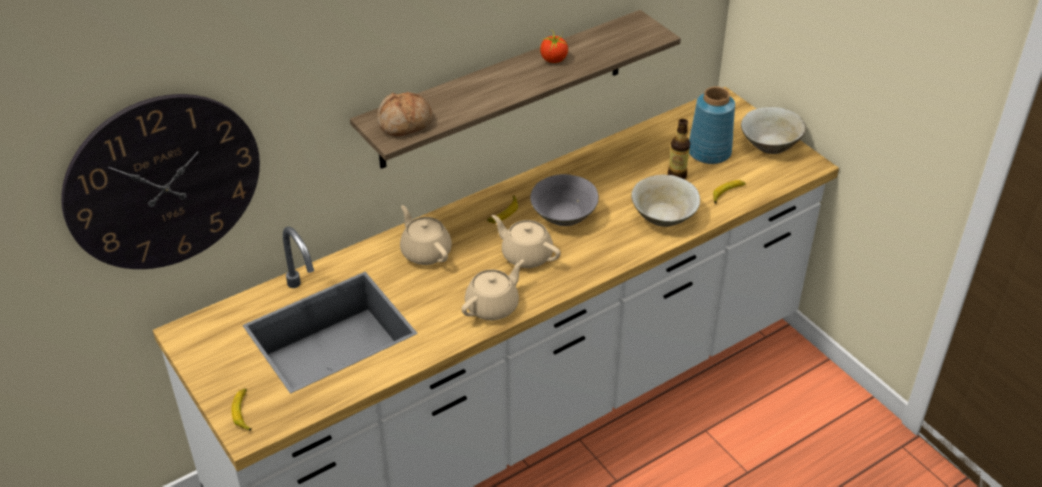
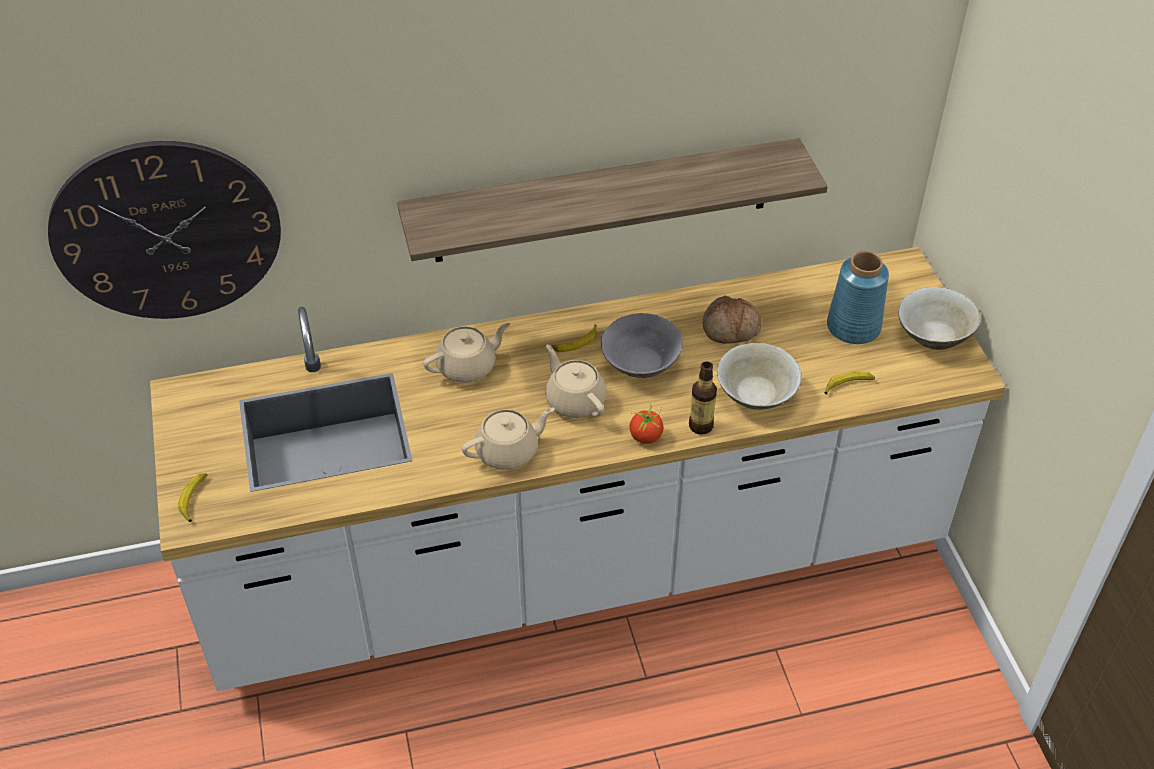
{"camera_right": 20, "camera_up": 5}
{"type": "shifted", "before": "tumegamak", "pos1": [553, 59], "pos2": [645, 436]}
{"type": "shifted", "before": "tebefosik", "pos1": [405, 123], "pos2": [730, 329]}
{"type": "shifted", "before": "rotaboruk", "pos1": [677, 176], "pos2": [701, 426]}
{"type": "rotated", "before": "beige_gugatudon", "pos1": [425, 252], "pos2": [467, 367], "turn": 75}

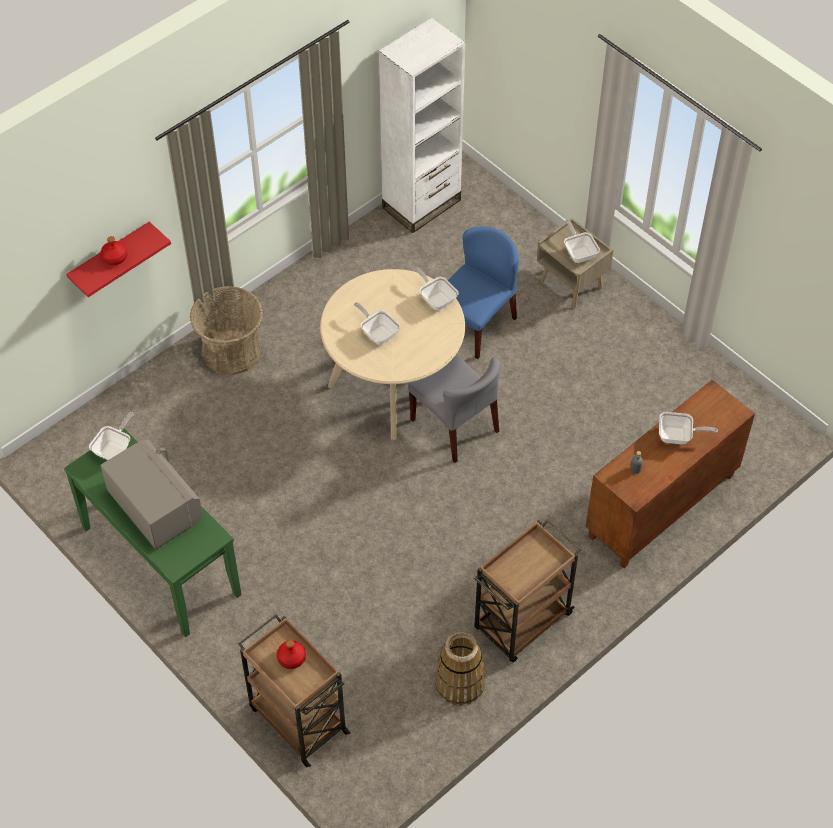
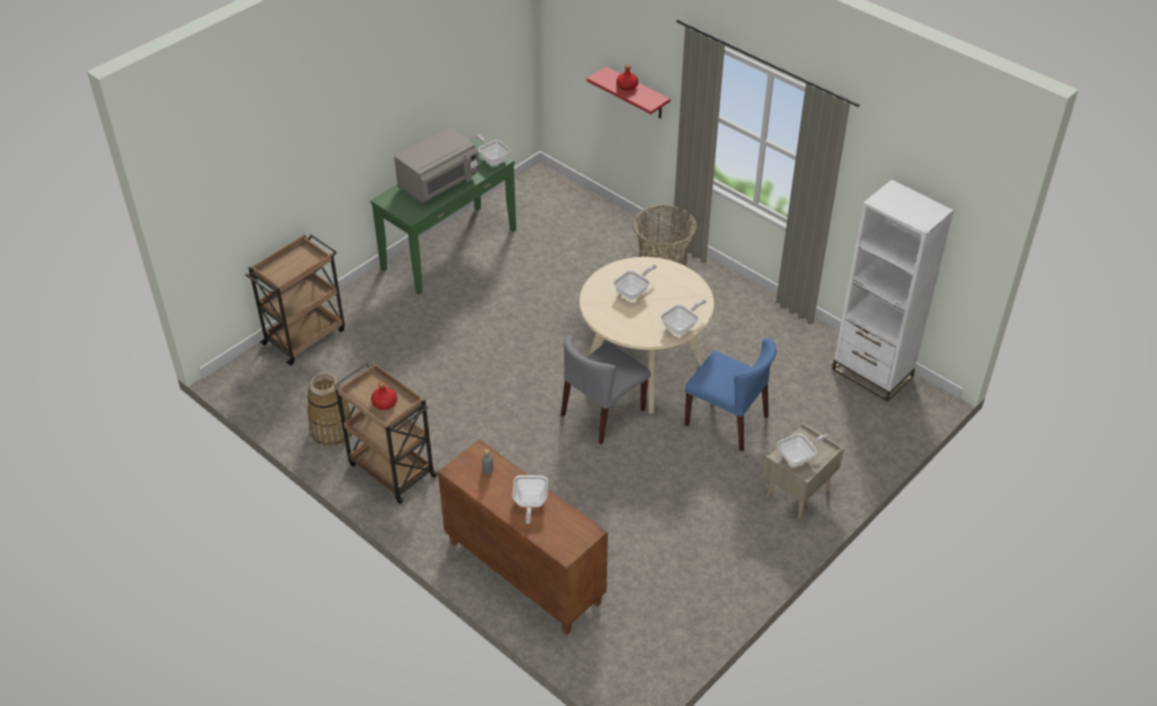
{"camera_right": 85, "camera_up": -10}
{"type": "rotated", "before": "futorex", "pos1": [115, 449], "pos2": [493, 158], "turn": -150}
{"type": "shifted", "before": "red_rotaboruk", "pos1": [291, 658], "pos2": [384, 403]}

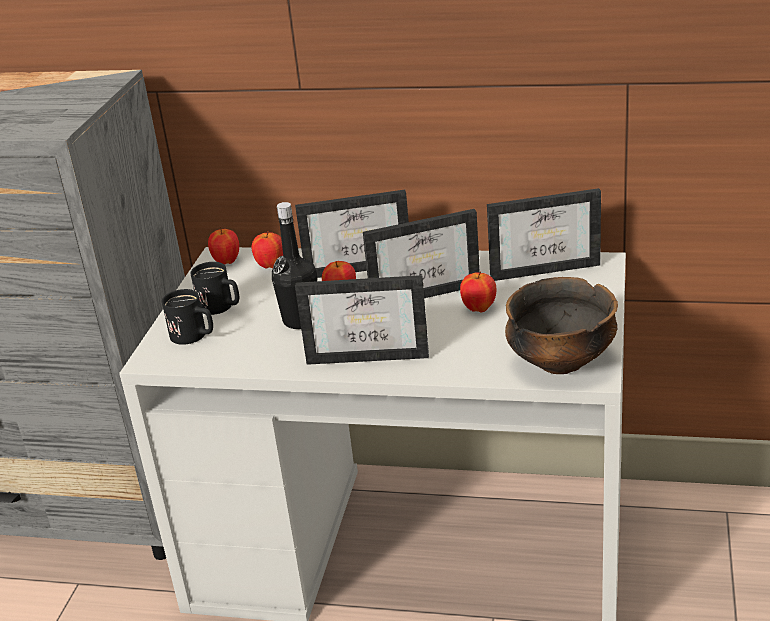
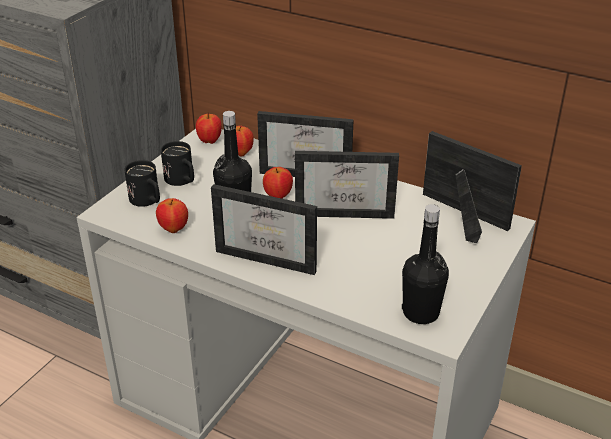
{"camera_right": 15, "camera_up": 5}
{"type": "rotated", "before": "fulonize", "pos1": [544, 266], "pos2": [458, 215], "turn": -150}
{"type": "shifted", "before": "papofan", "pos1": [479, 309], "pos2": [173, 229]}
{"type": "swapped", "before": "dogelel", "after": "black_rotaboruk", "pos1": [560, 362], "pos2": [420, 313]}

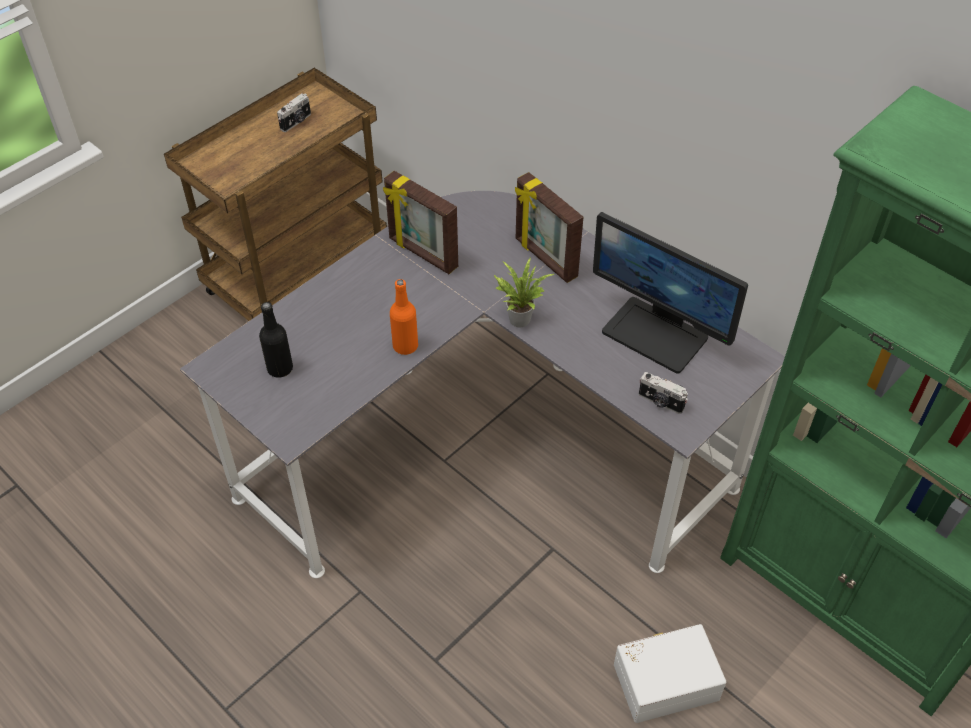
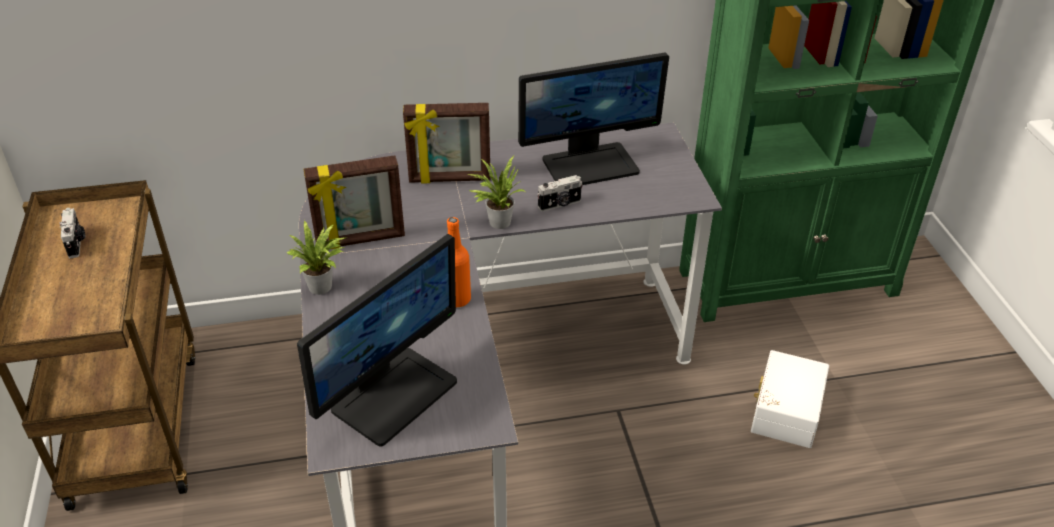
{"camera_right": -55, "camera_up": -10}
{"type": "swapped", "before": "black_rotaboruk", "after": "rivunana", "pos1": [280, 368], "pos2": [393, 394]}
{"type": "shifted", "before": "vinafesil", "pos1": [660, 402], "pos2": [560, 204]}
{"type": "new", "after": "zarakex", "pos2": [323, 287]}

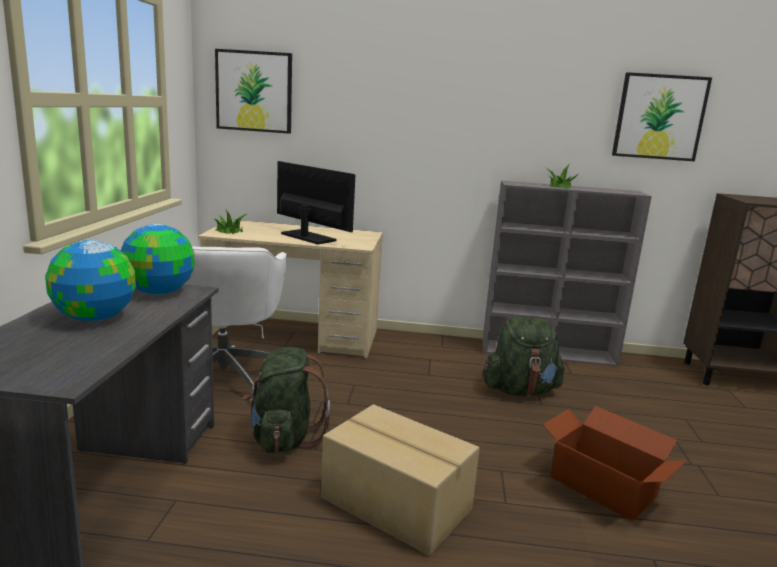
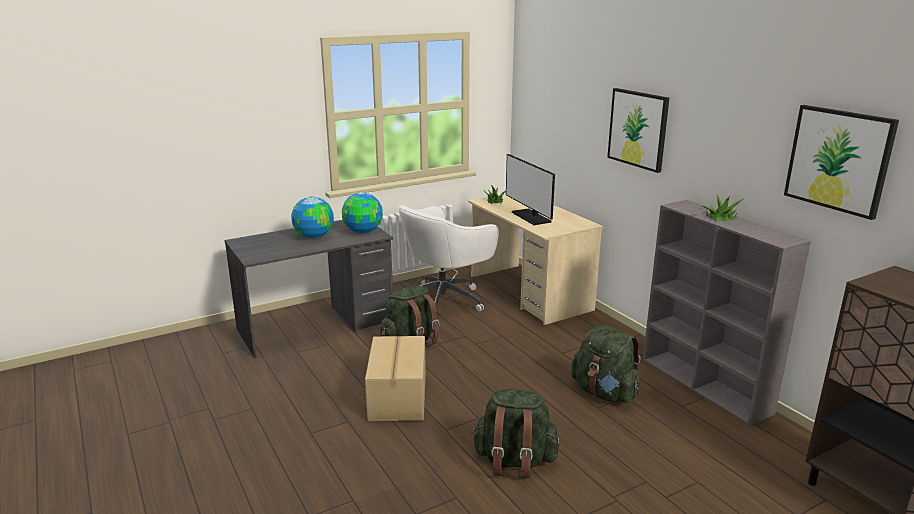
{"camera_right": 55, "camera_up": 5}
{"type": "shifted", "before": "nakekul", "pos1": [254, 91], "pos2": [638, 129]}
{"type": "rotated", "before": "rivunana", "pos1": [308, 237], "pos2": [531, 217], "turn": 150}
{"type": "swapped", "before": "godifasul", "after": "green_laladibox", "pos1": [603, 488], "pos2": [514, 461]}

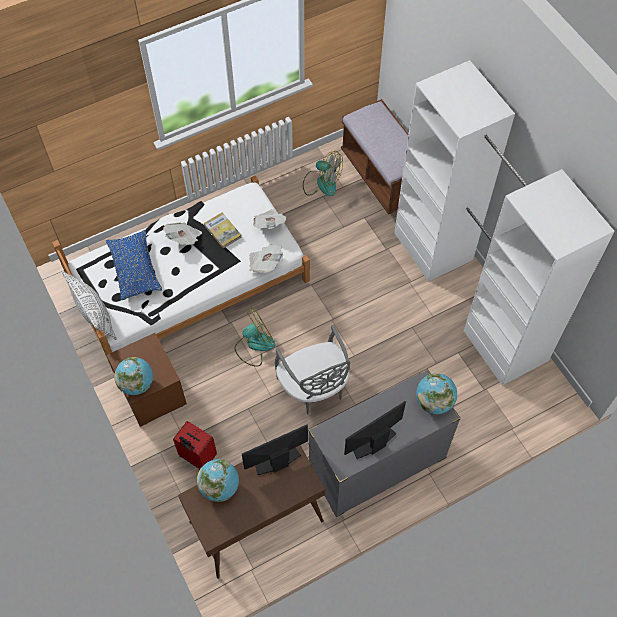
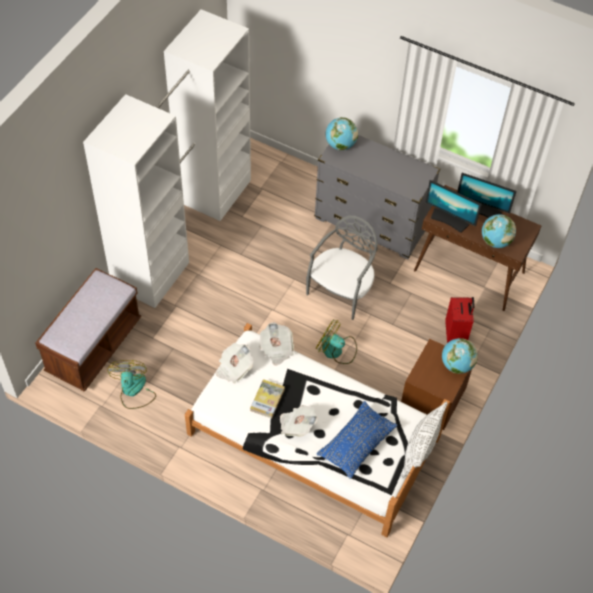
{"camera_right": -125, "camera_up": -5}
{"type": "shifted", "before": "rivunana", "pos1": [373, 442], "pos2": [481, 209]}

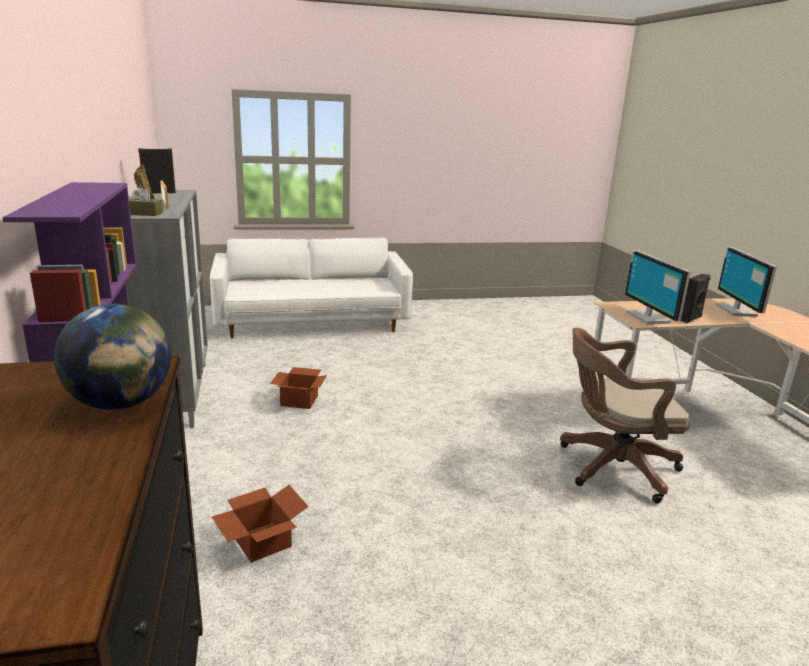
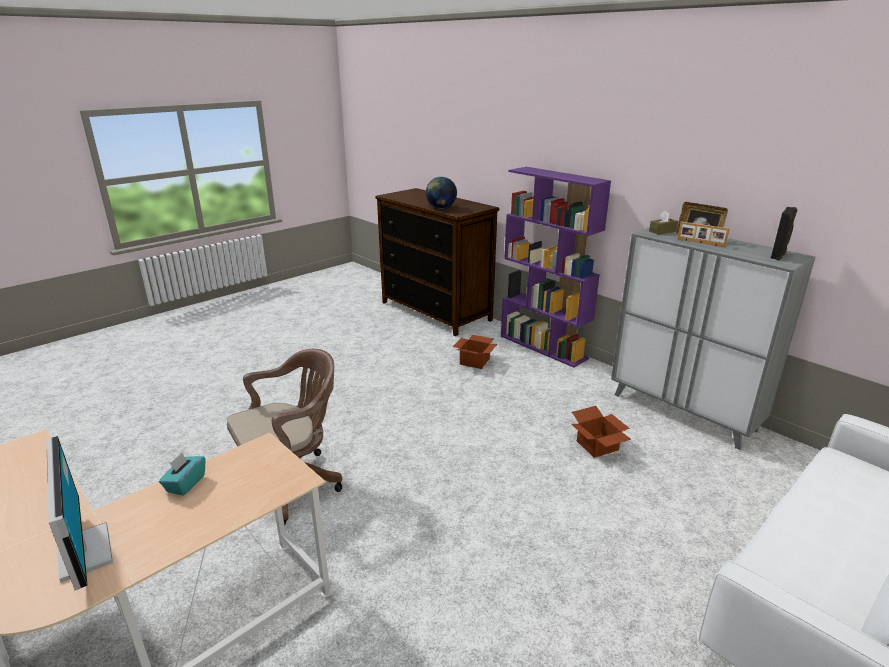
{"camera_right": 150, "camera_up": 5}
{"type": "gone", "before": "rivunana", "pos1": [649, 318]}
{"type": "swapped", "before": "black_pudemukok", "after": "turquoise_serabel", "pos1": [691, 319], "pos2": [185, 483]}

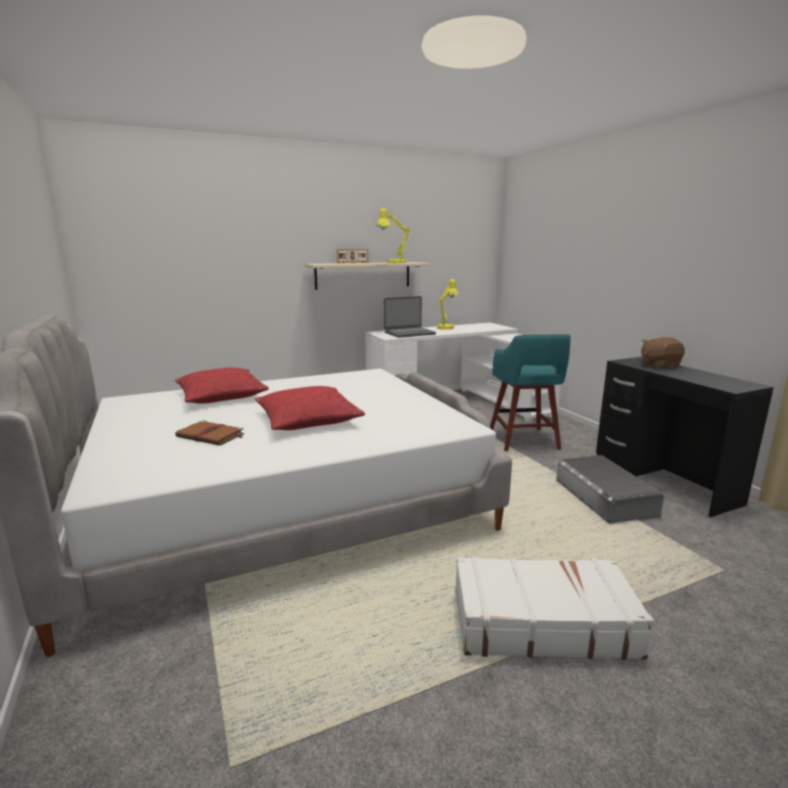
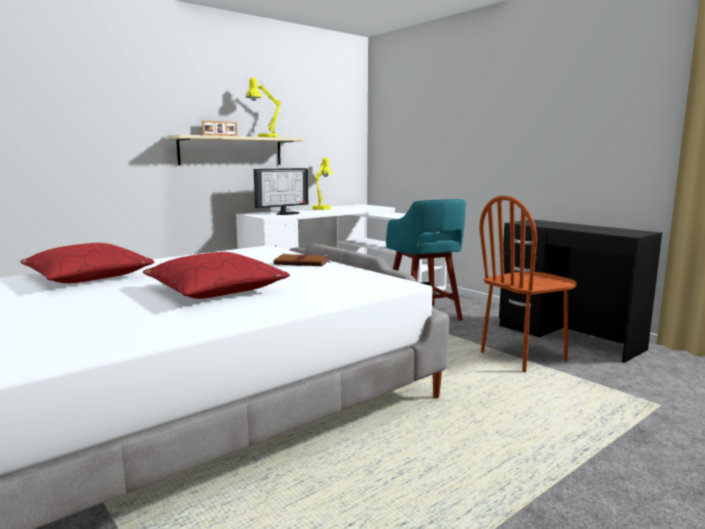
{"camera_right": -15, "camera_up": -5}
{"type": "swapped", "before": "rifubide", "after": "rivunana", "pos1": [409, 333], "pos2": [286, 213]}
{"type": "gone", "before": "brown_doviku", "pos1": [659, 365]}
{"type": "shifted", "before": "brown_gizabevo", "pos1": [211, 436], "pos2": [302, 263]}
{"type": "swapped", "before": "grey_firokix", "after": "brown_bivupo", "pos1": [604, 497], "pos2": [523, 356]}
{"type": "gone", "before": "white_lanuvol", "pos1": [541, 622]}

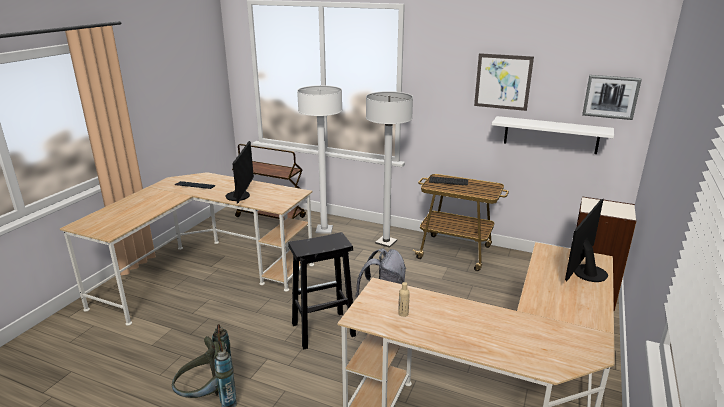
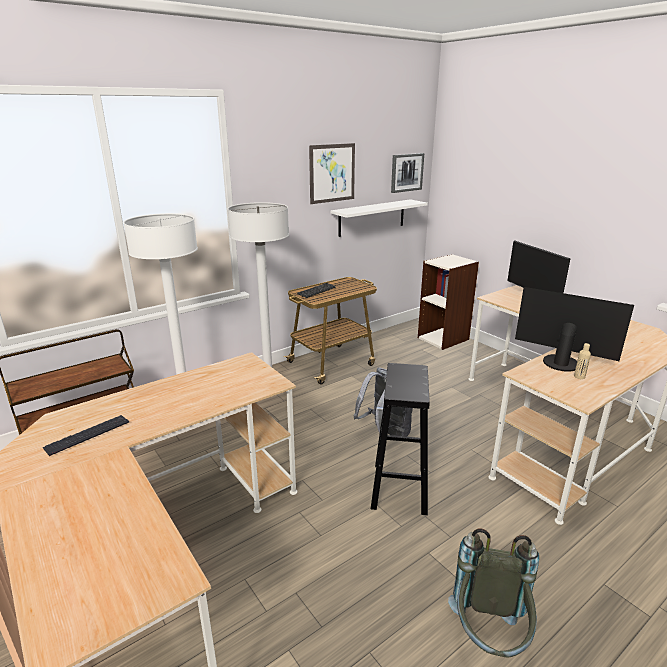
{"camera_right": -60, "camera_up": 0}
{"type": "shifted", "before": "rivunana", "pos1": [240, 196], "pos2": [561, 361]}

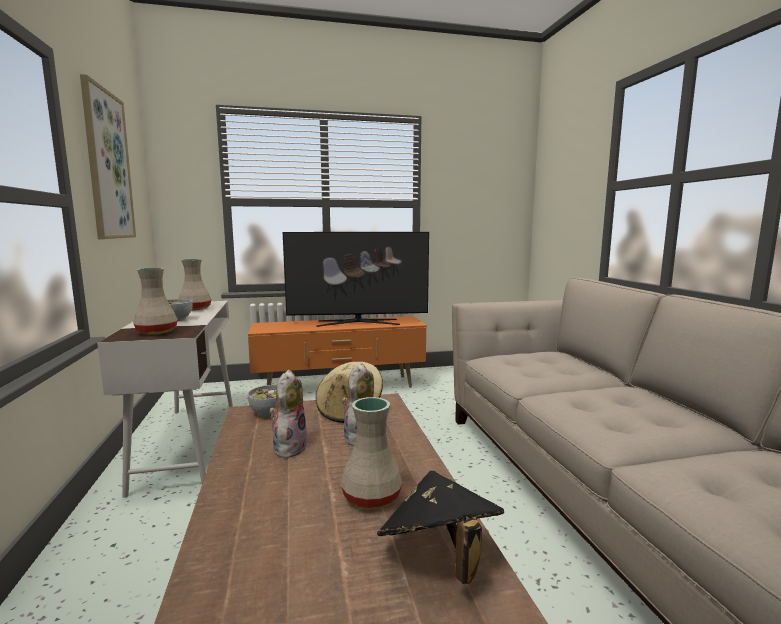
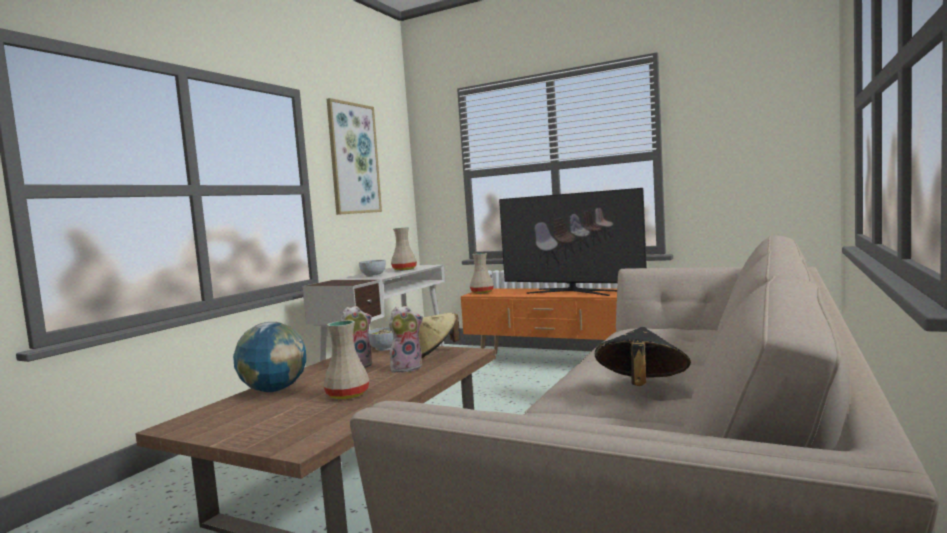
{"camera_right": 40, "camera_up": -5}
{"type": "shifted", "before": "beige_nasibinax", "pos1": [158, 332], "pos2": [482, 292]}
{"type": "shifted", "before": "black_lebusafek", "pos1": [439, 558], "pos2": [641, 387]}
{"type": "new", "after": "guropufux", "pos2": [274, 390]}

